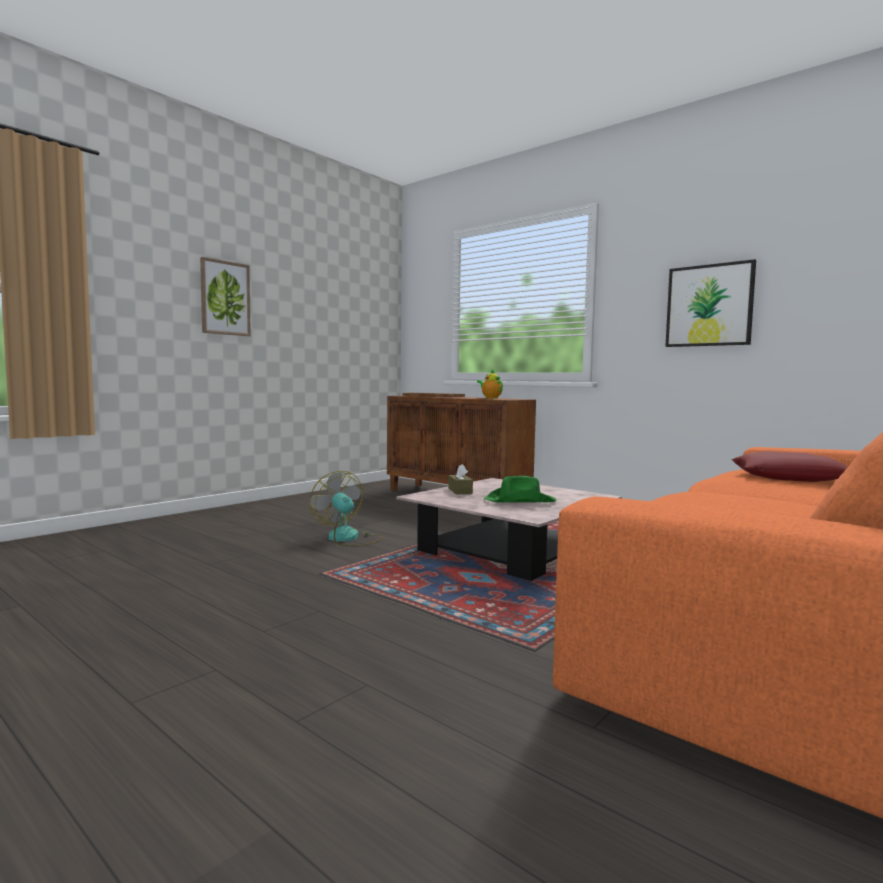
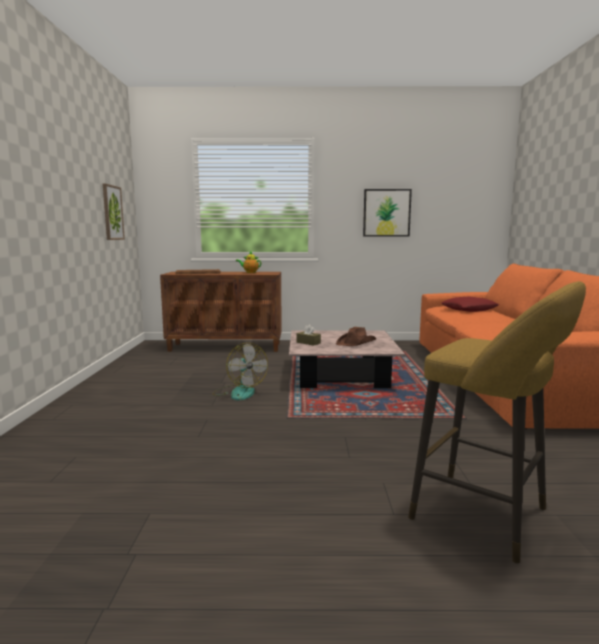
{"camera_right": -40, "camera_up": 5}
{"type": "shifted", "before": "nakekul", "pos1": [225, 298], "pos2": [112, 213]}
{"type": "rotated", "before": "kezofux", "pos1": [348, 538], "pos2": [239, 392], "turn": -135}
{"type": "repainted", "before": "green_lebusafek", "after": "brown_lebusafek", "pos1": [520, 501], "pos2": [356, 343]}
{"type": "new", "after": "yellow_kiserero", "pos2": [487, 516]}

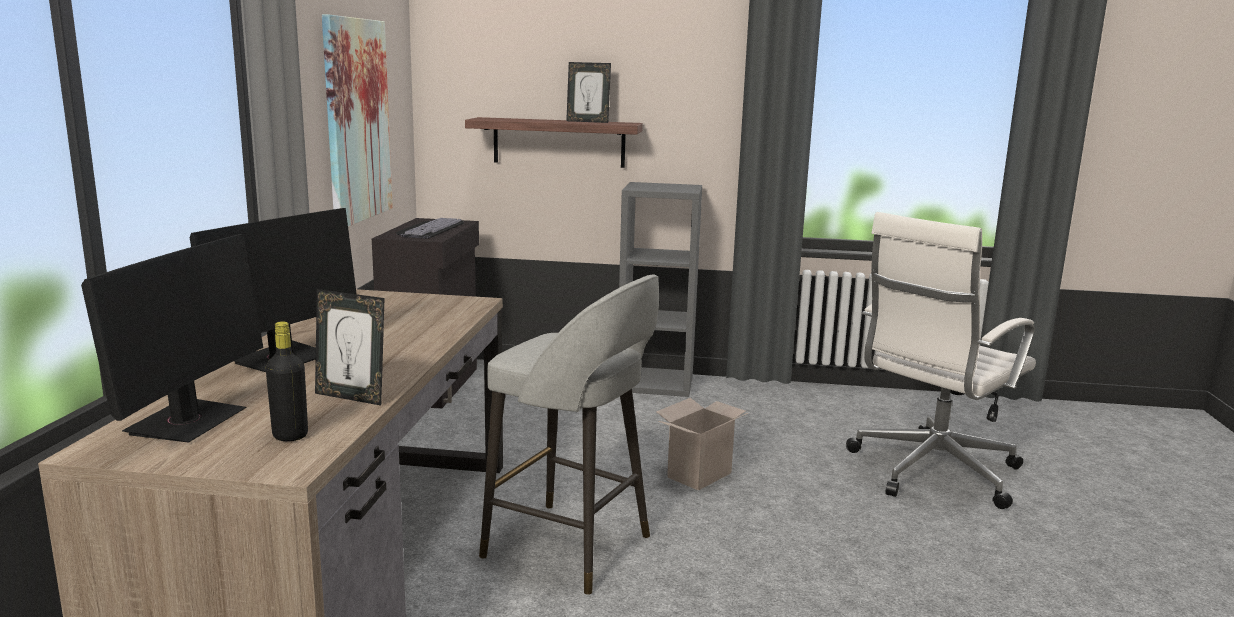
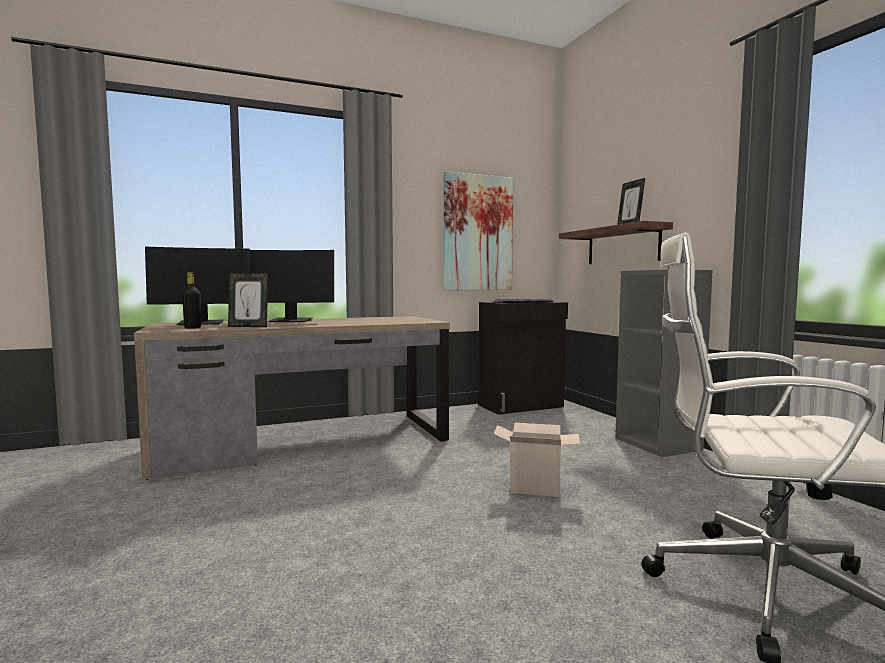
{"camera_right": 60, "camera_up": -10}
{"type": "gone", "before": "grey_kiserero", "pos1": [571, 548]}
{"type": "rotated", "before": "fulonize", "pos1": [351, 397], "pos2": [248, 326], "turn": -75}

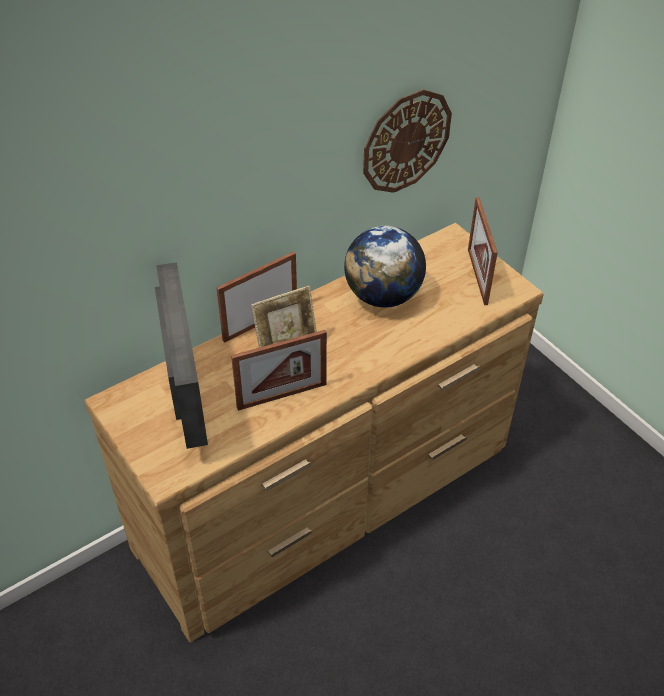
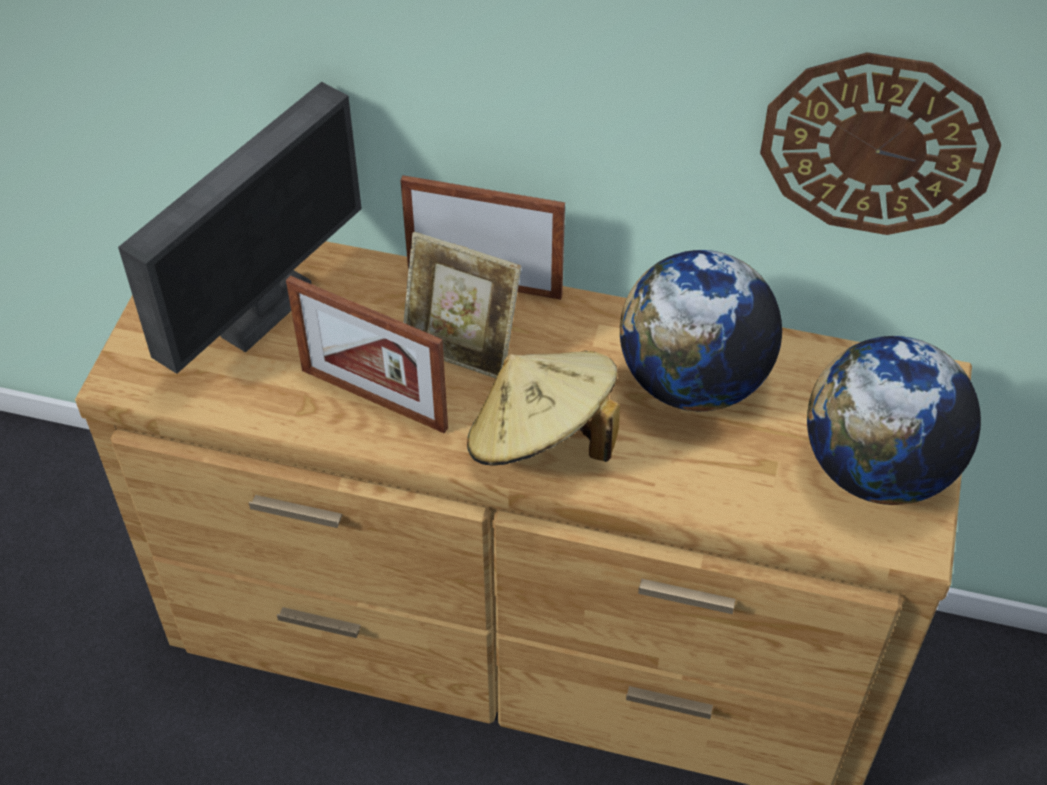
{"camera_right": 50, "camera_up": 5}
{"type": "swapped", "before": "fulonize", "after": "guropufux", "pos1": [477, 276], "pos2": [877, 469]}
{"type": "new", "after": "beige_lebusafek", "pos2": [541, 440]}

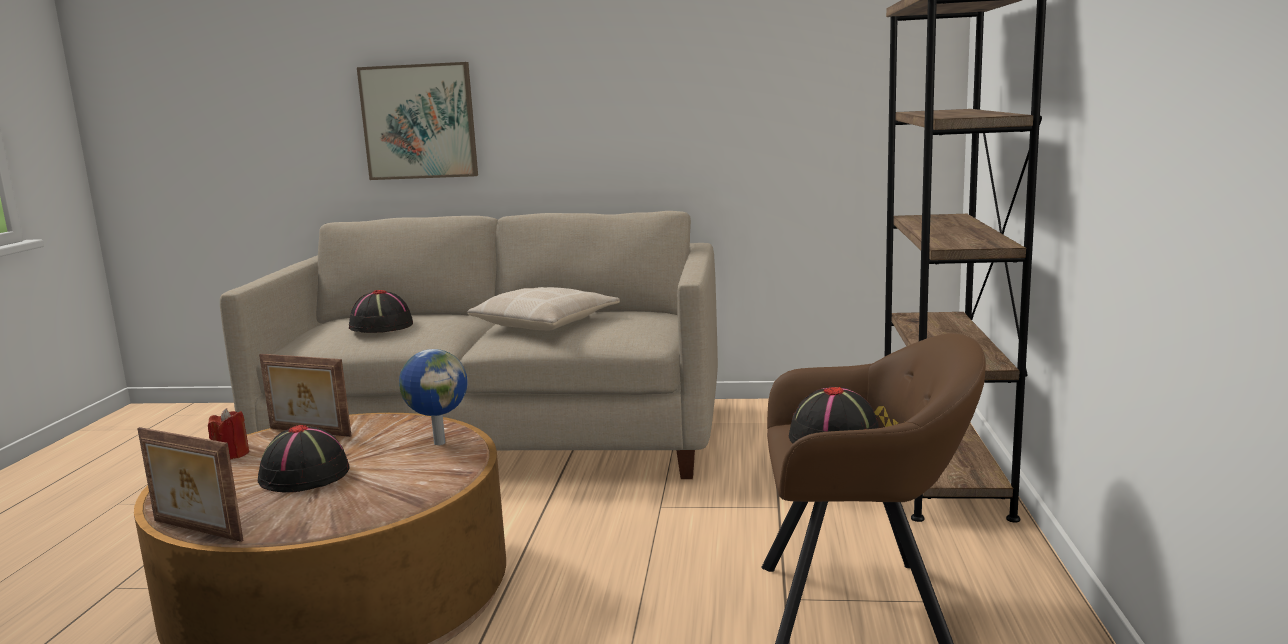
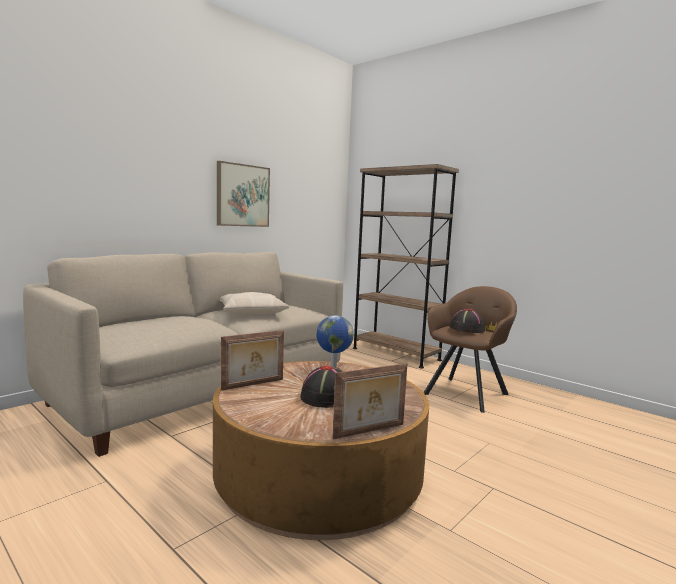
{"camera_right": -55, "camera_up": -5}
{"type": "shifted", "before": "nakekul", "pos1": [419, 121], "pos2": [242, 195]}
{"type": "gone", "before": "black_lebusafek", "pos1": [381, 326]}
{"type": "gone", "before": "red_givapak", "pos1": [232, 454]}

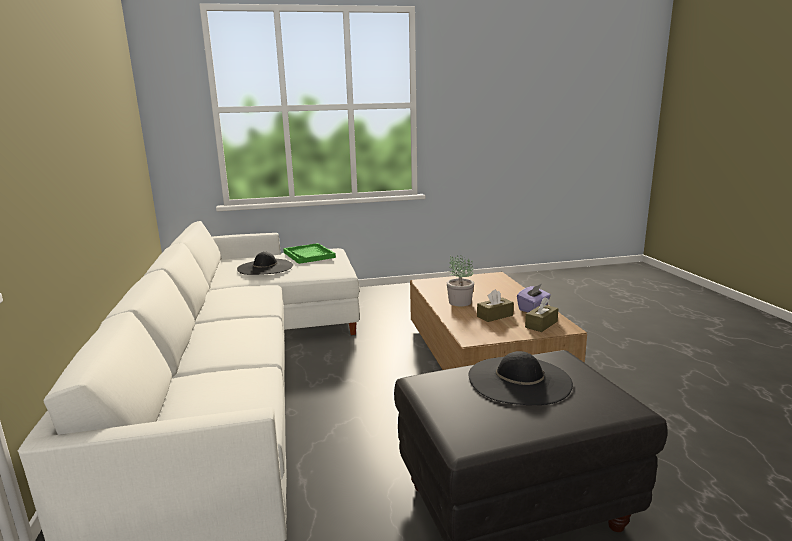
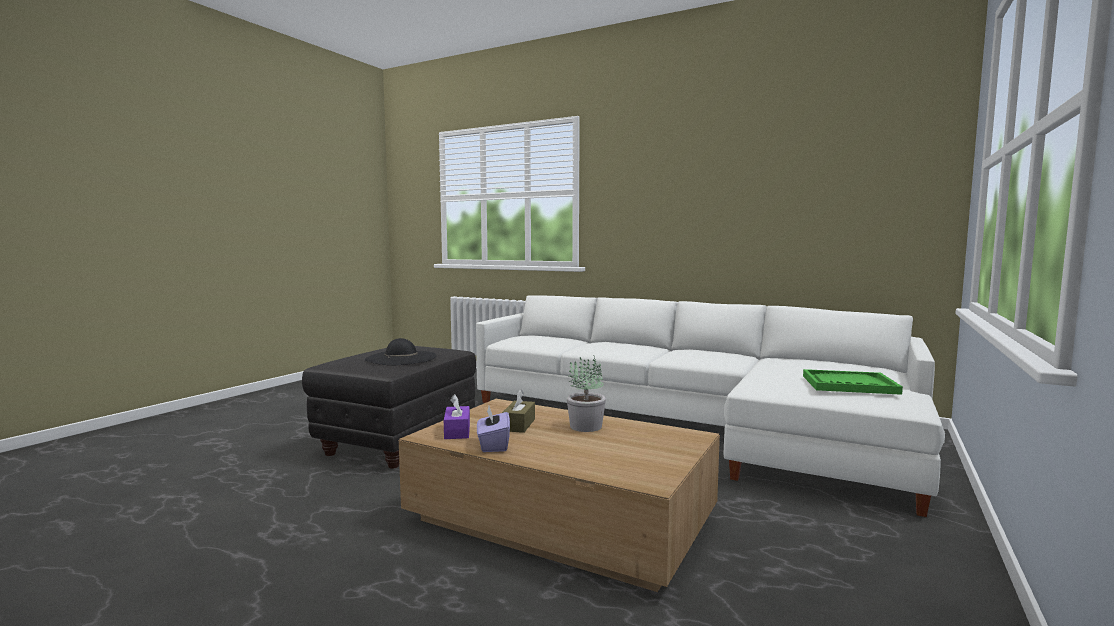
{"camera_right": 130, "camera_up": -10}
{"type": "gone", "before": "black_lebusafek", "pos1": [265, 267]}
{"type": "repainted", "before": "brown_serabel", "after": "purple_serabel", "pos1": [541, 324], "pos2": [457, 431]}

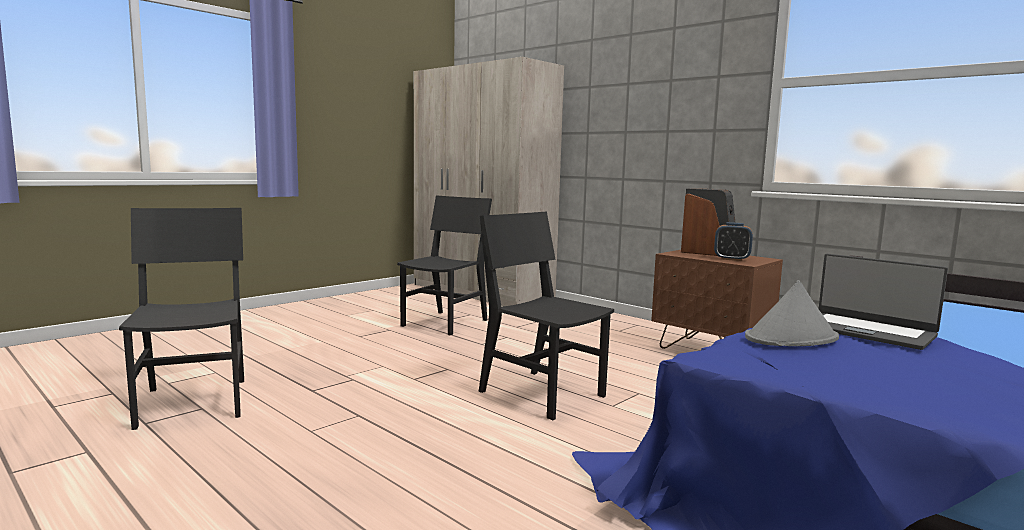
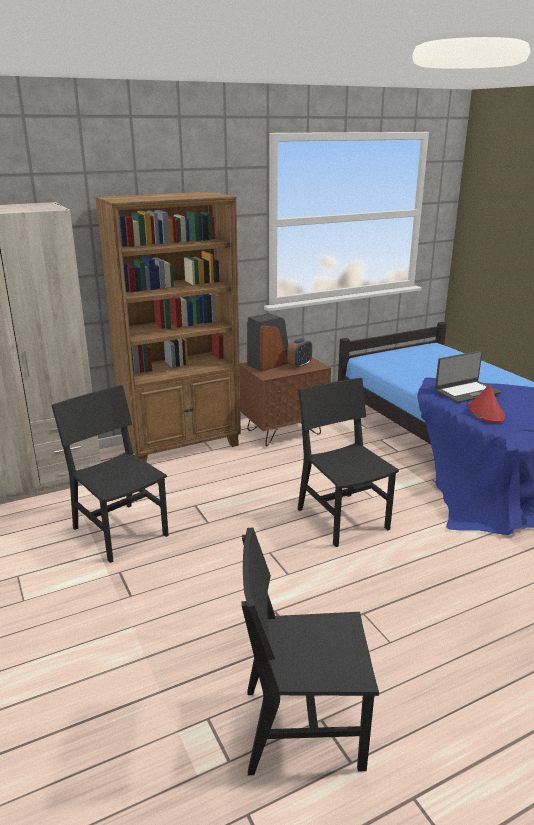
{"camera_right": -70, "camera_up": 15}
{"type": "rotated", "before": "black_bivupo", "pos1": [542, 393], "pos2": [342, 518], "turn": 90}
{"type": "repainted", "before": "grey_lebusafek", "after": "red_lebusafek", "pos1": [792, 338], "pos2": [485, 412]}
{"type": "new", "after": "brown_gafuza", "pos2": [182, 446]}

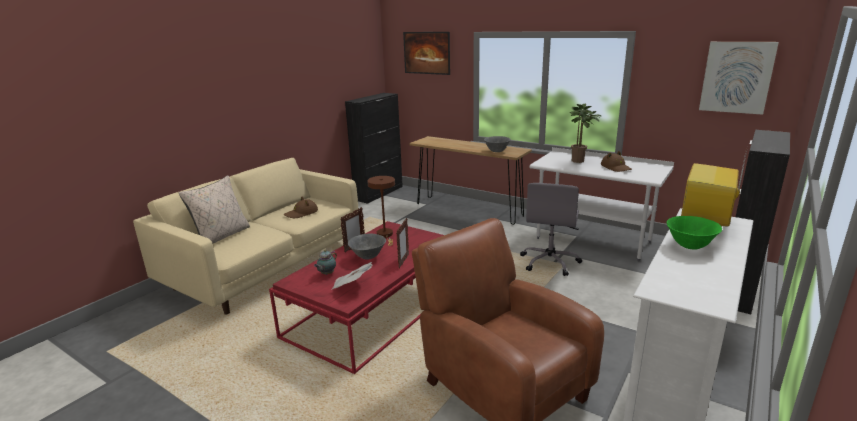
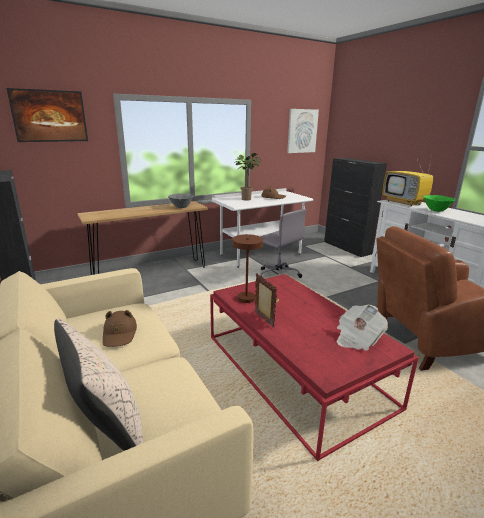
{"camera_right": -65, "camera_up": 0}
{"type": "gone", "before": "fulonize", "pos1": [403, 261]}
{"type": "gone", "before": "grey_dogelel", "pos1": [368, 257]}
{"type": "gone", "before": "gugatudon", "pos1": [326, 274]}

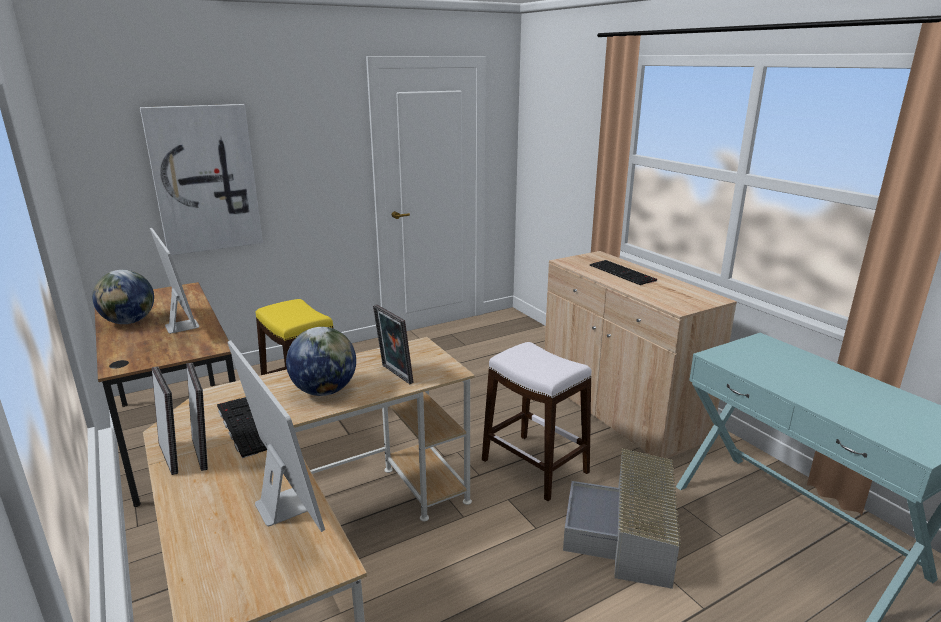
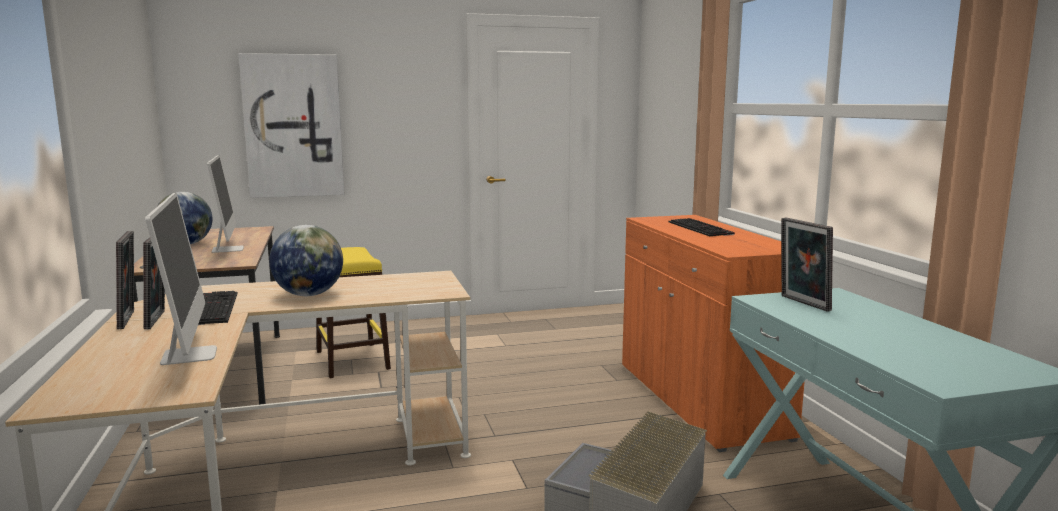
{"camera_right": 15, "camera_up": -10}
{"type": "repainted", "before": "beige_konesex", "after": "orange_konesex", "pos1": [620, 410], "pos2": [699, 400]}
{"type": "shifted", "before": "fulonize", "pos1": [394, 375], "pos2": [802, 303]}
{"type": "gone", "before": "white_kiserero", "pos1": [535, 465]}

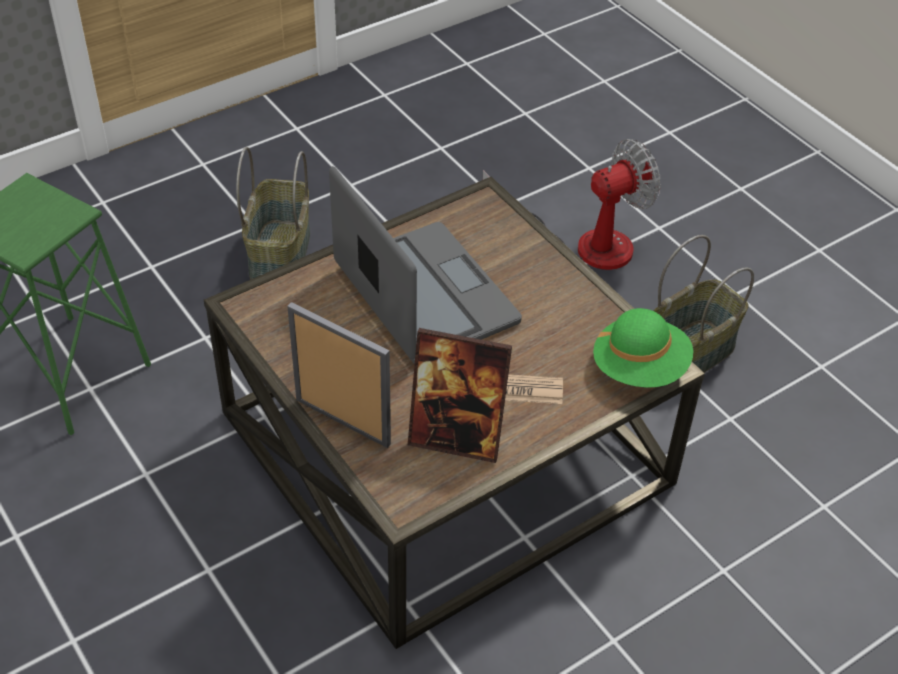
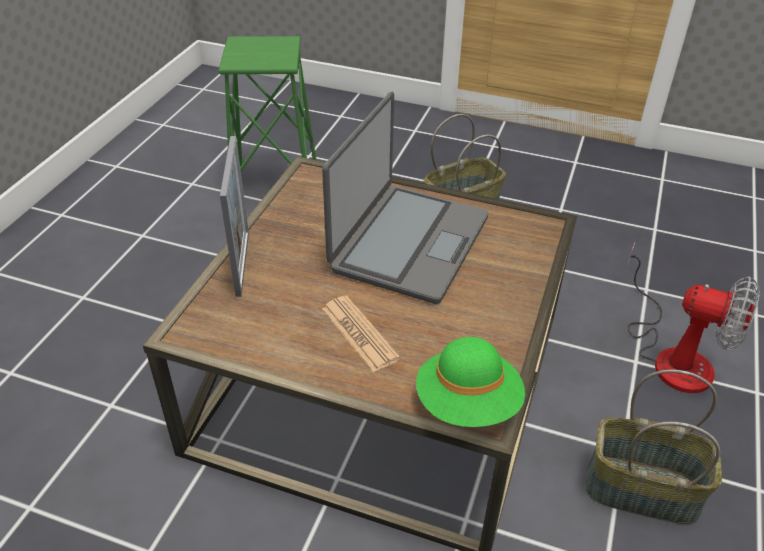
{"camera_right": 55, "camera_up": -5}
{"type": "gone", "before": "fulonize", "pos1": [456, 438]}

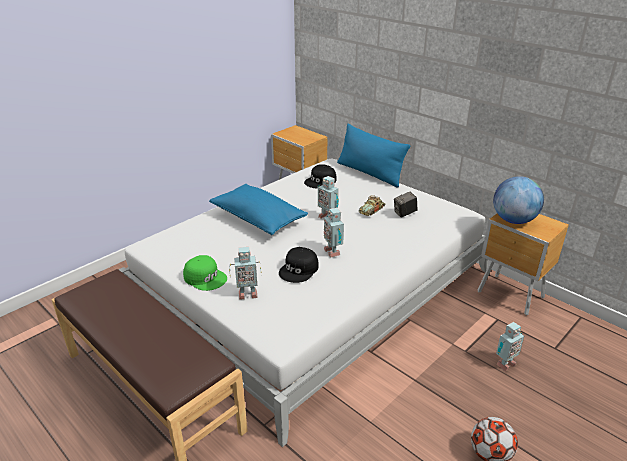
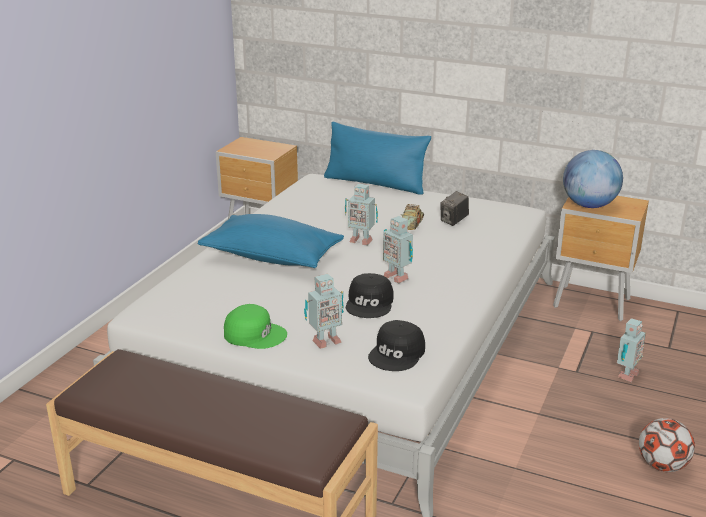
{"camera_right": -20, "camera_up": -5}
{"type": "shifted", "before": "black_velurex", "pos1": [321, 181], "pos2": [398, 353]}

